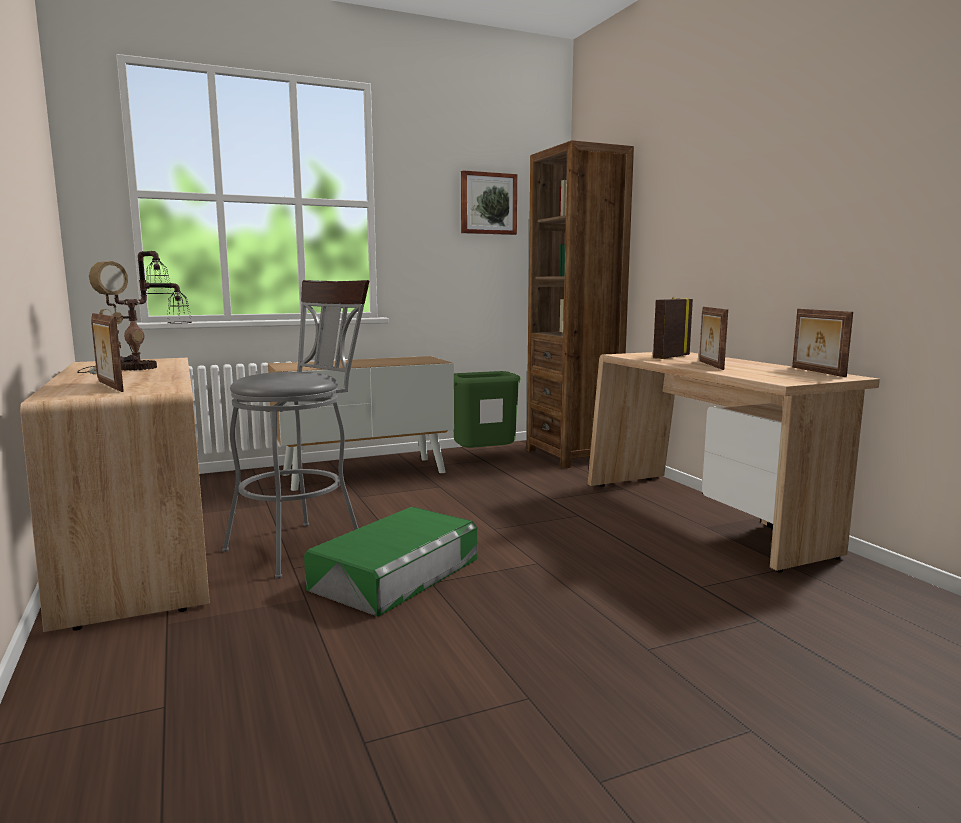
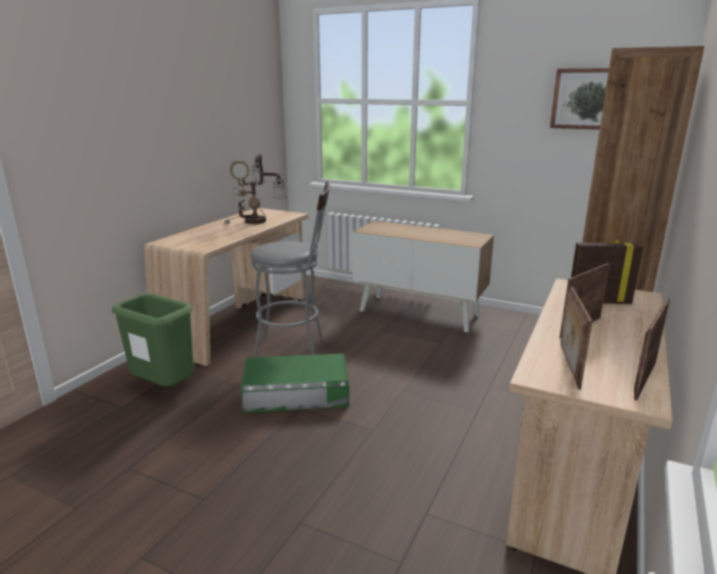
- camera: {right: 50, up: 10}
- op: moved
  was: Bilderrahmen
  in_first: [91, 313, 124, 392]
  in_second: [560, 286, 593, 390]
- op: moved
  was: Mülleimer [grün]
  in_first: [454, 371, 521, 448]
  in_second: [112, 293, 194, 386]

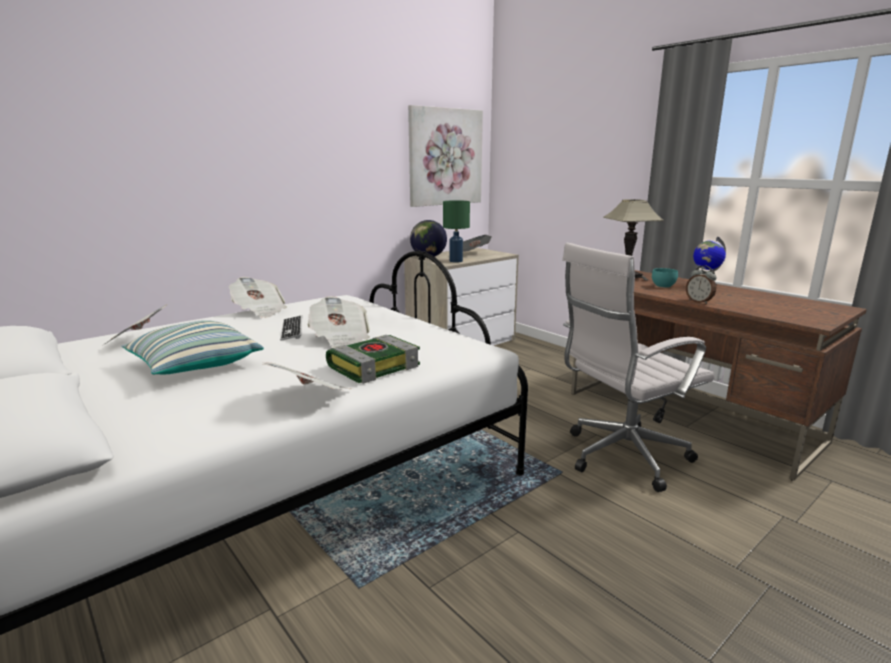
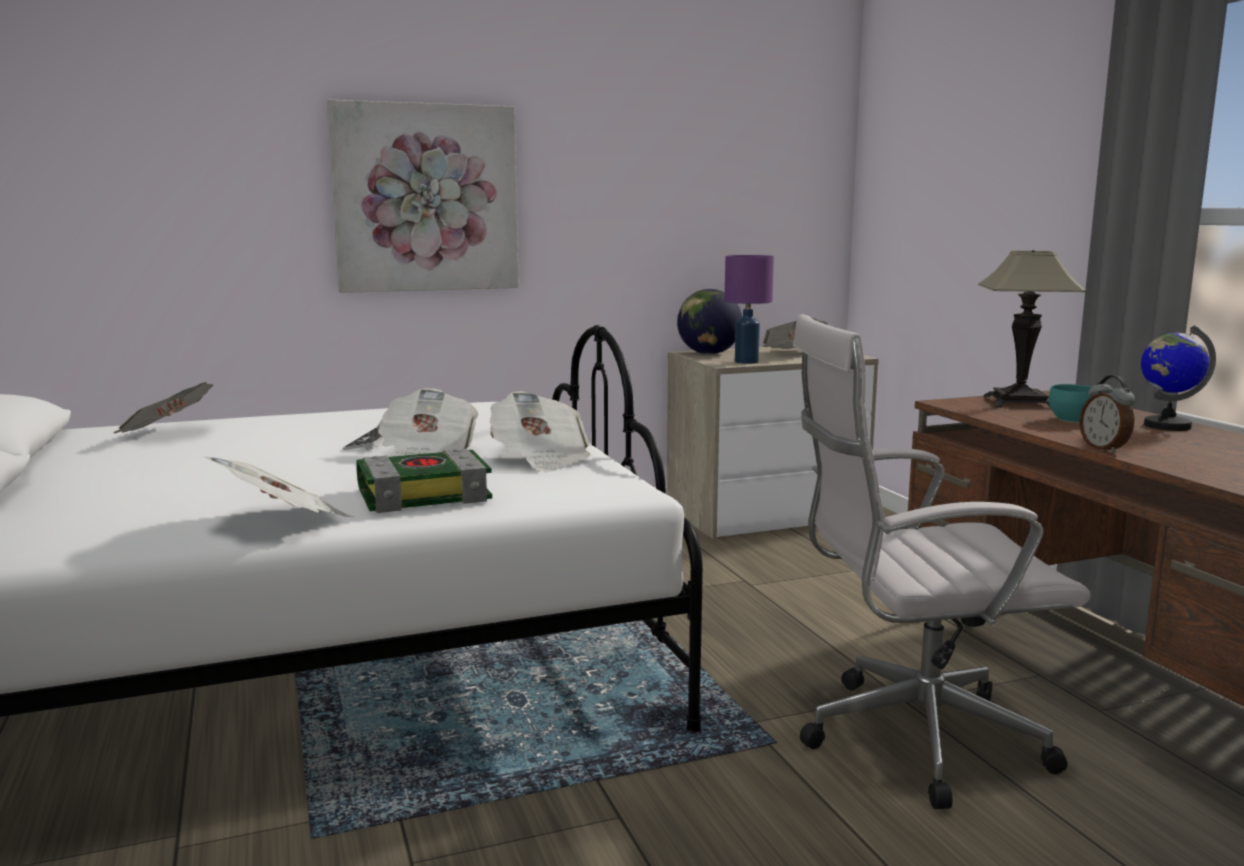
- camera: {right: 20, up: -5}
- op: moved
  was: Bild
  in_first: [408, 105, 483, 207]
  in_second: [327, 100, 519, 293]
- op: recoloured
  was: Tischlampe [grün]
  now: Tischlampe [lila]
  in_first: [443, 200, 470, 263]
  in_second: [724, 255, 774, 364]
- op: moved
  was: Zeitung
  in_first: [229, 277, 287, 318]
  in_second: [490, 391, 590, 472]
- op: removed
  was: Kissen
  in_first: [121, 320, 264, 375]

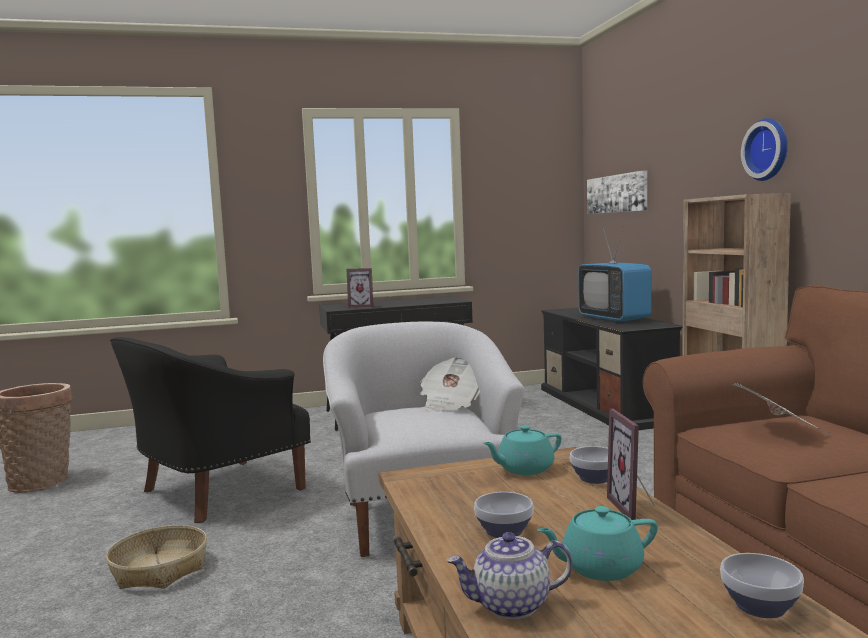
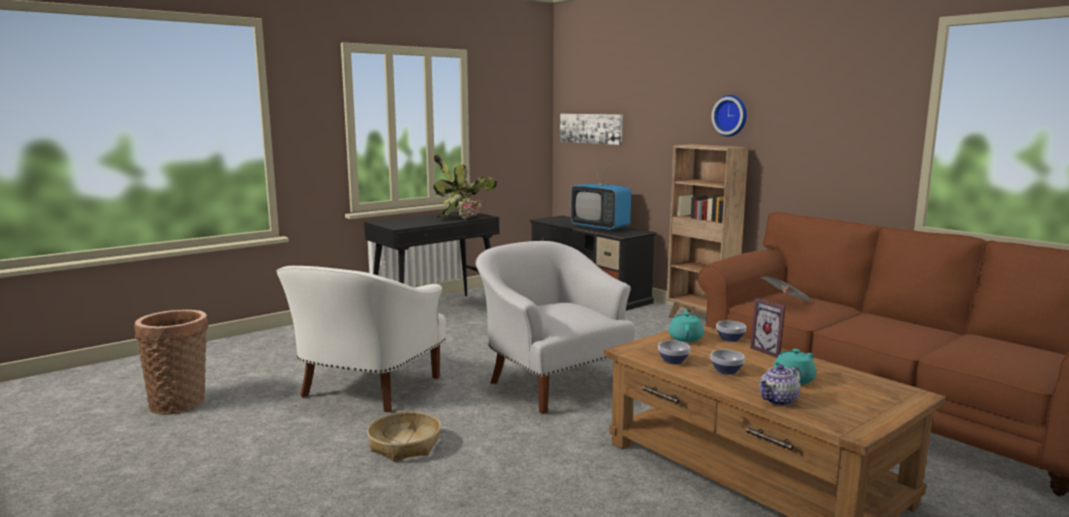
- camera: {right: -25, up: 5}
- op: removed
  was: Bilderrahmen
  in_first: [347, 268, 373, 308]
- op: recoloured
  was: Sessel [schwarz]
  now: Sessel [weiß]
  in_first: [110, 337, 311, 523]
  in_second: [276, 266, 445, 412]
- op: removed
  was: Zeitung
  in_first: [420, 357, 480, 412]
- op: turned
  was: Teekanne [türkis]
  in_first: [483, 425, 562, 475]
  in_second: [669, 310, 704, 342]
  clockwise: 150
- op: moved
  was: Schüssel
  in_first: [720, 553, 804, 618]
  in_second: [658, 340, 690, 364]
- op: added
  now: Topfpflanze
  in_second: [433, 155, 497, 220]

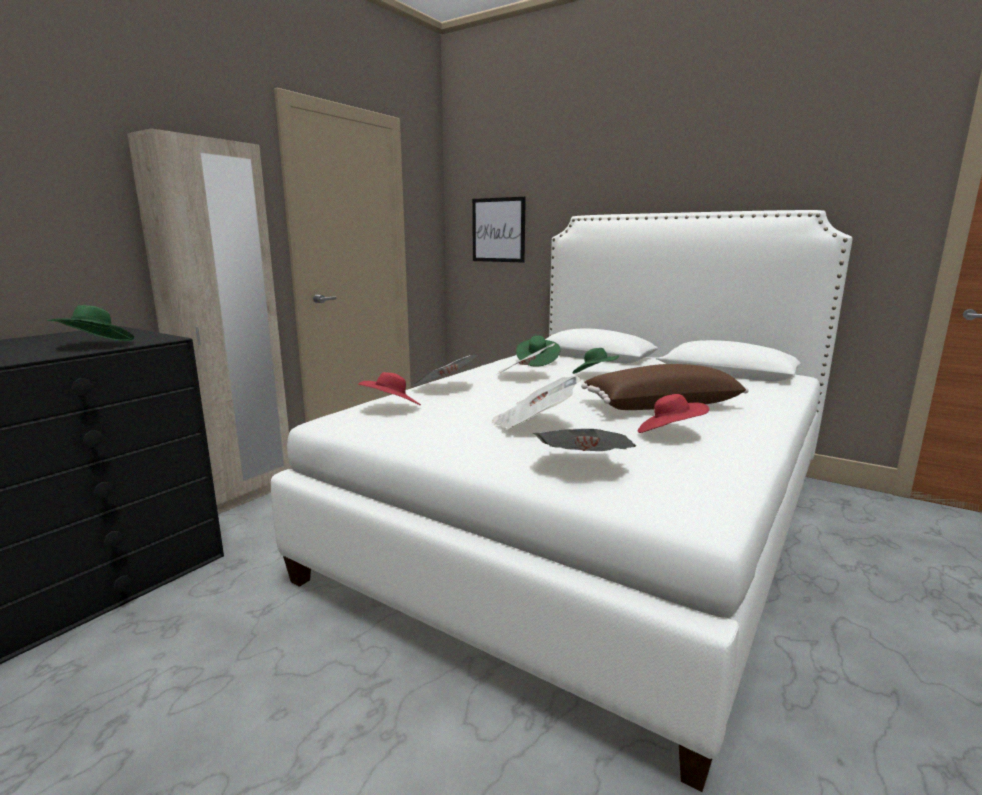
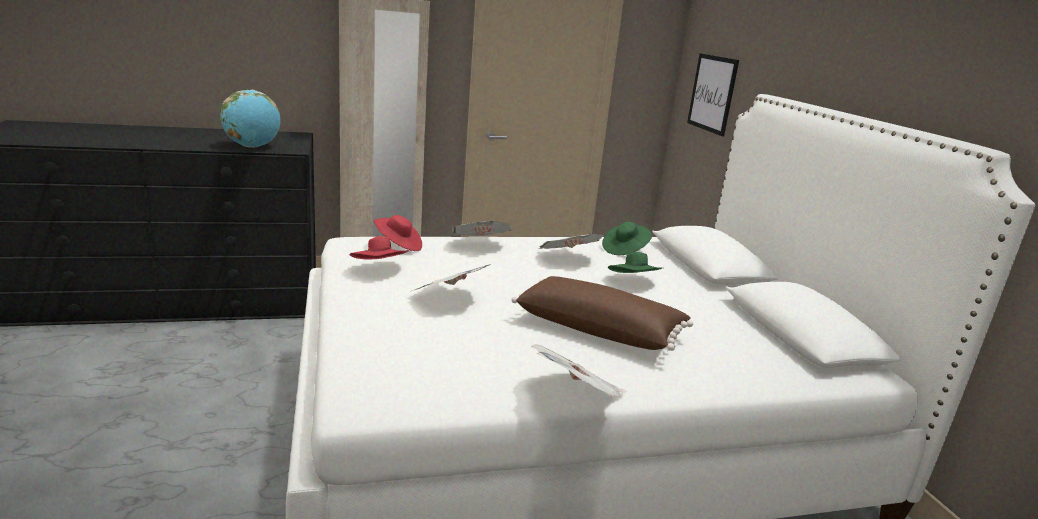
- camera: {right: 40, up: 5}
- op: replaced
  was: Hut [grün]
  now: Globus
  in_first: [47, 305, 134, 341]
  in_second: [220, 90, 280, 148]
- op: moved
  was: Hut [rot]
  in_first: [638, 394, 709, 433]
  in_second: [350, 236, 409, 260]
- op: moved
  was: Zeitung
  in_first: [532, 429, 636, 451]
  in_second: [531, 345, 627, 397]

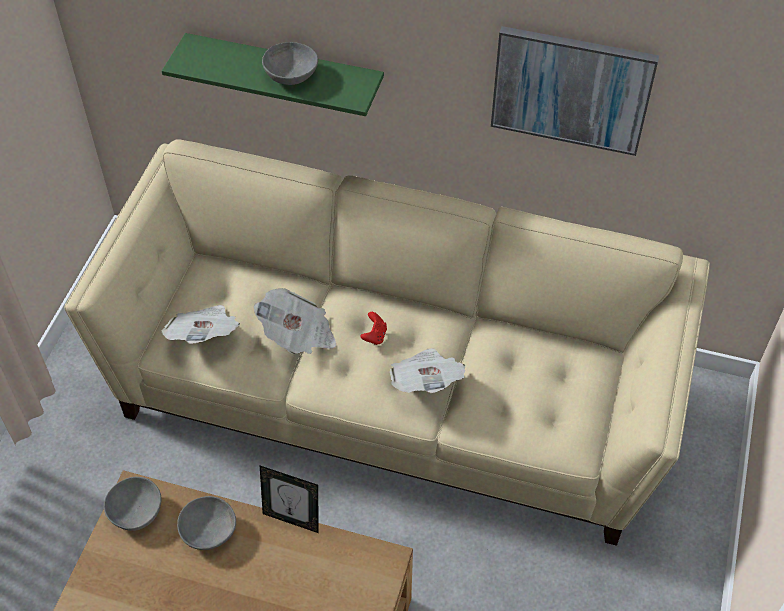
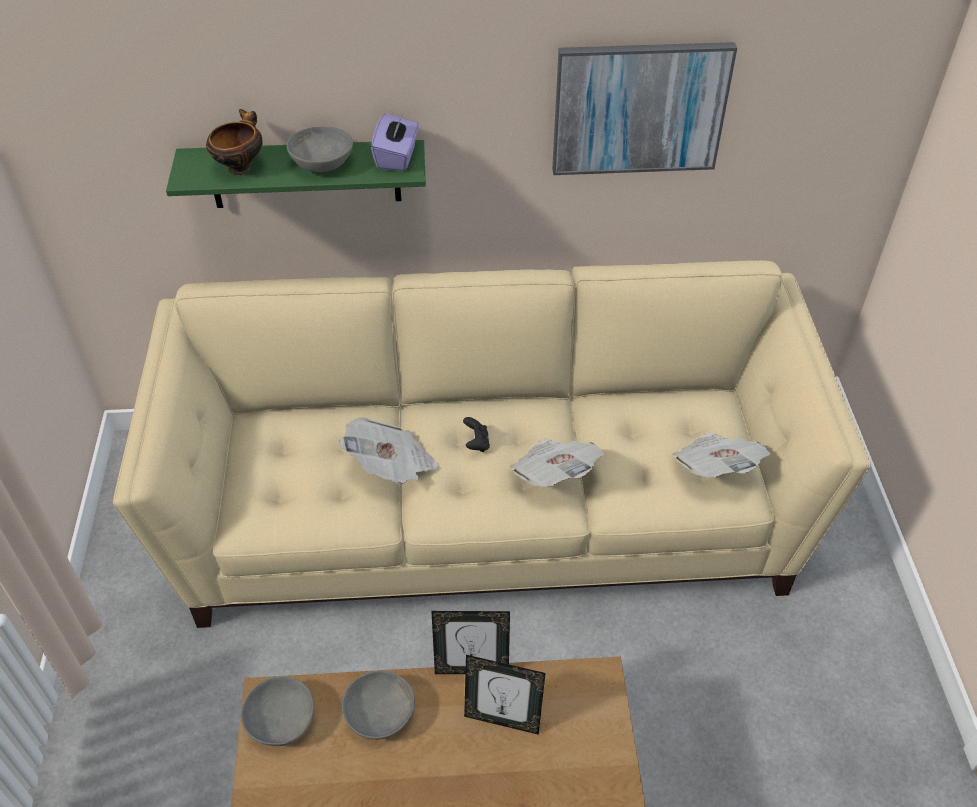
- camera: {right: -20, up: -5}
- op: moved
  was: Zeitung
  in_first: [162, 305, 240, 344]
  in_second: [672, 432, 770, 477]
- op: recoloured
  was: Gamepad [rot]
  now: Gamepad [schwarz]
  in_first: [361, 312, 387, 345]
  in_second: [463, 417, 490, 452]
- op: added
  now: Schüssel
  in_second: [206, 109, 263, 175]
- op: added
  now: Taschentuchbox [lila]
  in_second: [371, 112, 419, 171]
- op: added
  now: Bilderrahmen
  in_second: [464, 655, 545, 735]

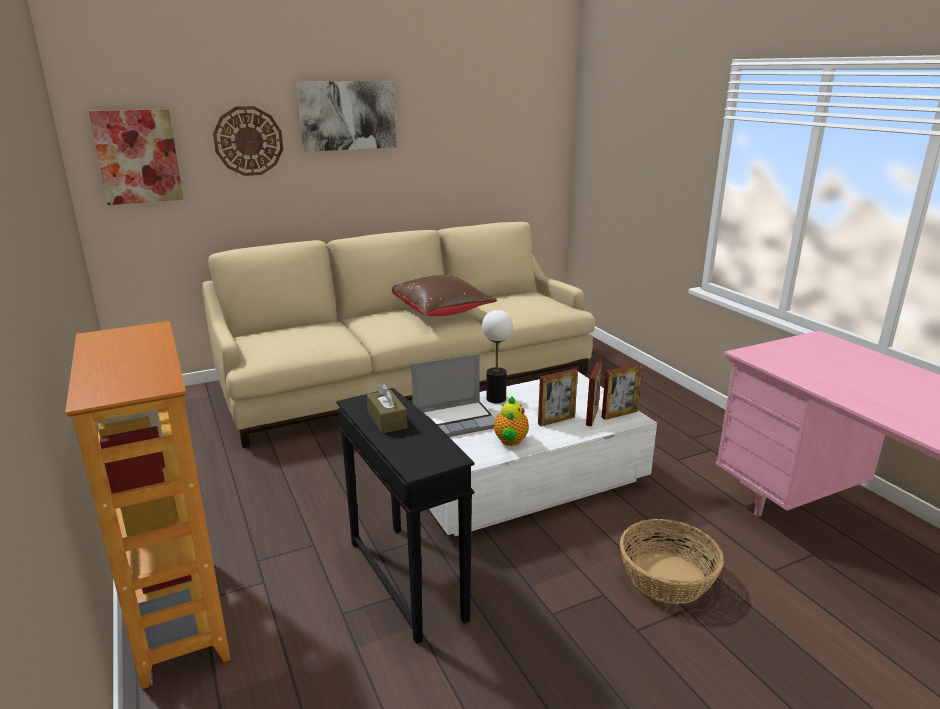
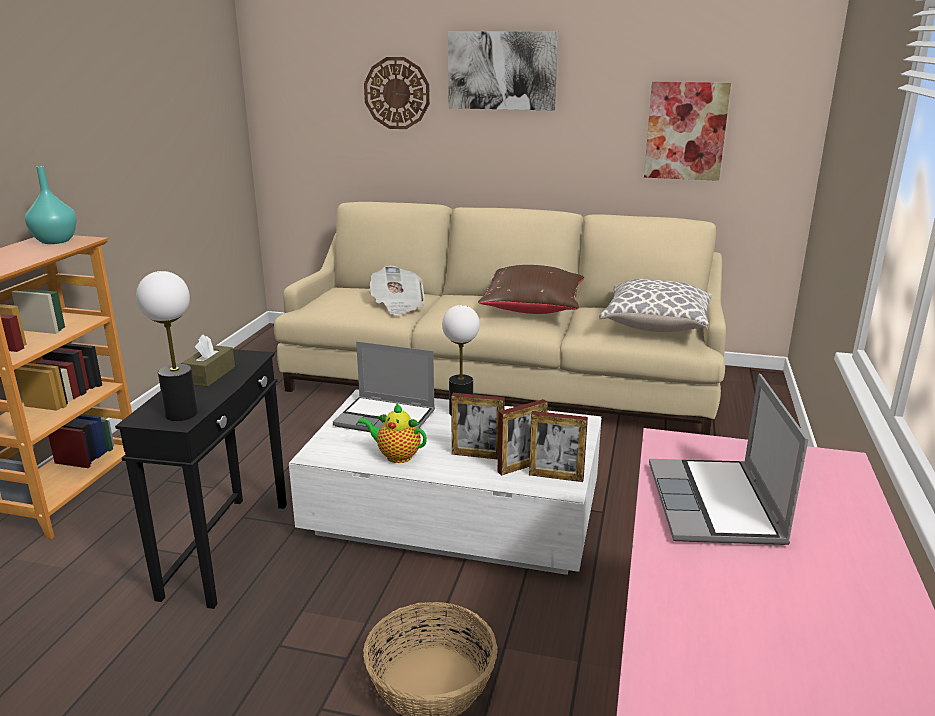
- camera: {right: 40, up: 0}
- op: moved
  was: Bild
  in_first: [89, 109, 184, 205]
  in_second: [644, 82, 731, 181]
- op: turned
  was: Teekanne
  in_first: [494, 396, 529, 446]
  in_second: [358, 403, 427, 463]
  clockwise: 60
- op: added
  now: Vase [türkis]
  in_second: [25, 166, 77, 244]
- op: added
  now: Zeitung
  in_second: [369, 266, 424, 316]
- op: added
  now: Tischlampe
  in_second: [136, 271, 198, 421]
- op: added
  now: Kissen
  in_second: [599, 279, 711, 332]
- op: added
  now: Laptop
  in_second: [649, 374, 809, 545]

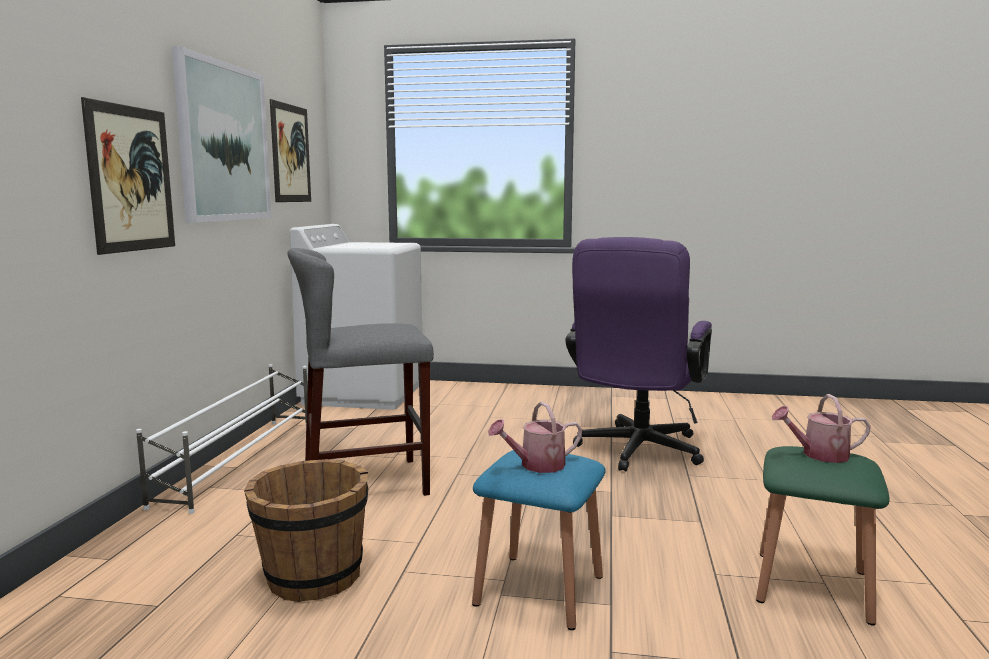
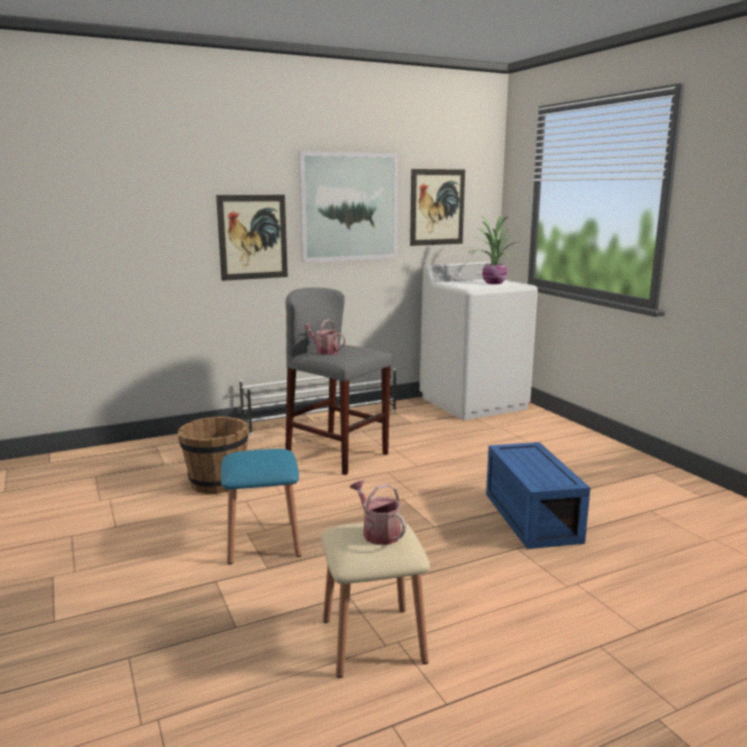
- camera: {right: 55, up: 5}
- op: replaced
  was: Bürostuhl [lila]
  now: Aufbewahrungsbox [blau]
  in_first: [566, 237, 712, 471]
  in_second: [486, 442, 590, 549]
- op: moved
  was: Gießkanne
  in_first: [488, 401, 582, 473]
  in_second: [304, 319, 346, 355]
- op: recoloured
  was: Hocker [grün]
  now: Hocker [beige]
  in_first: [756, 446, 890, 626]
  in_second: [321, 521, 430, 678]
- op: added
  now: Topfpflanze
  in_second: [457, 216, 530, 284]

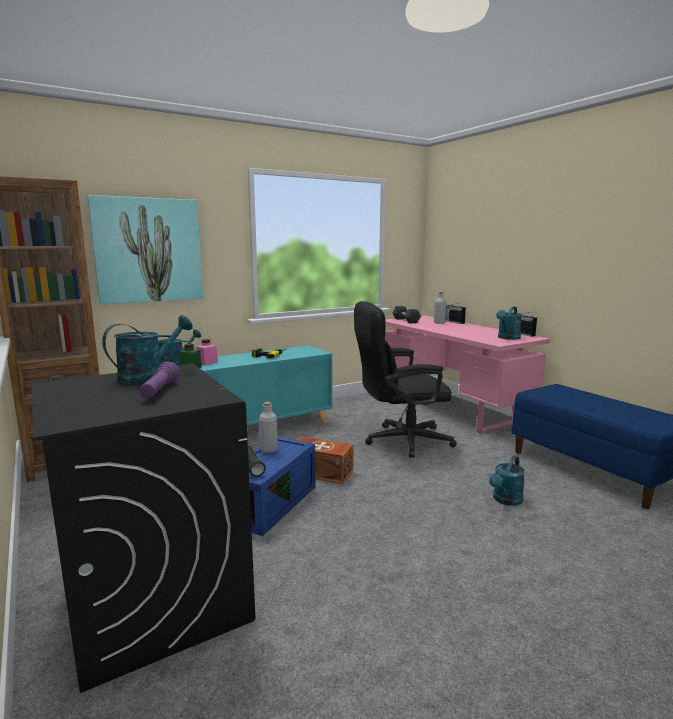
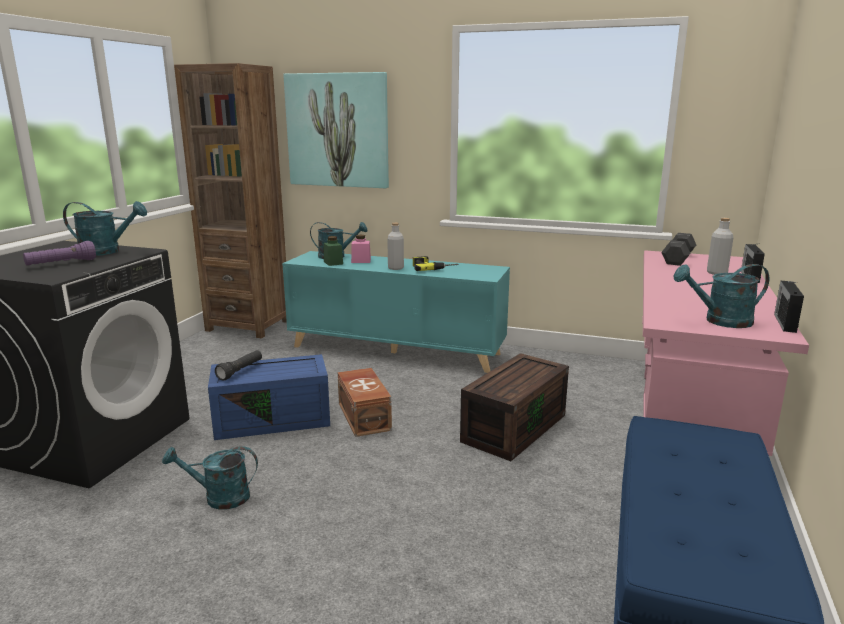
- camera: {right: 50, up: 5}
- op: replaced
  was: Bürostuhl [schwarz]
  now: Aufbewahrungsbox [braun]
  in_first: [354, 301, 457, 458]
  in_second: [460, 353, 569, 461]
- op: moved
  was: Flasche [grau]
  in_first: [259, 402, 278, 453]
  in_second: [387, 223, 404, 270]
- op: moved
  was: Gießkanne [türkis]
  in_first: [489, 456, 525, 506]
  in_second: [162, 446, 258, 510]

